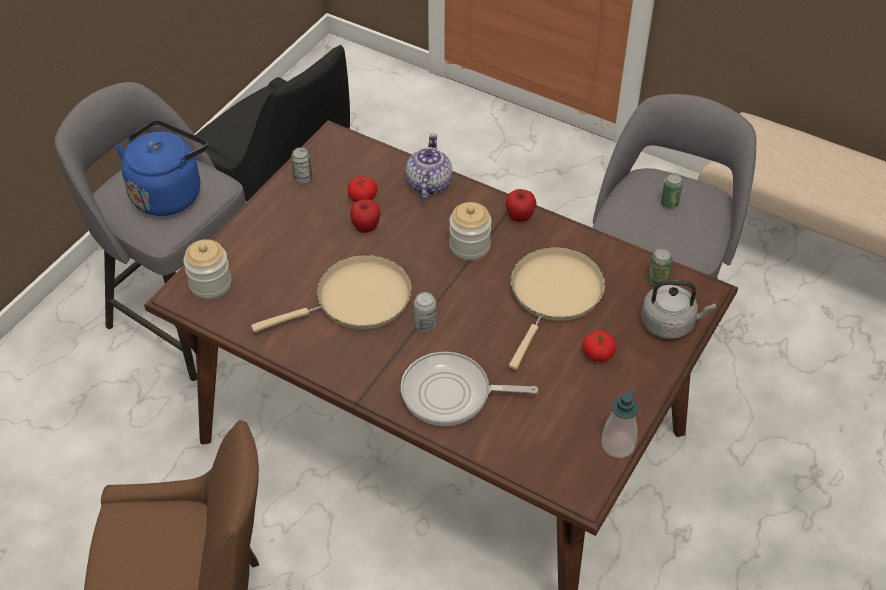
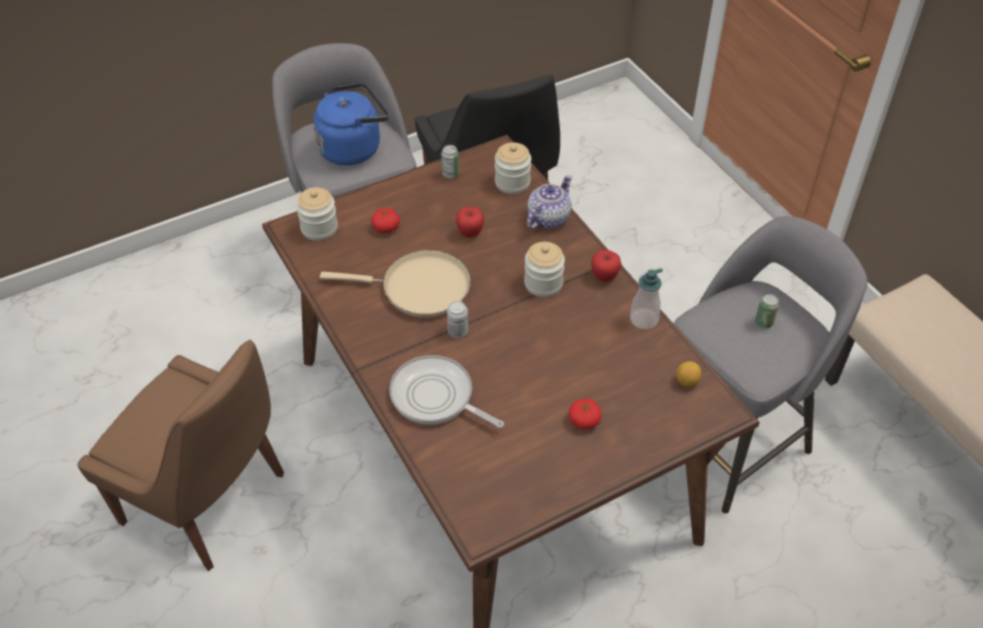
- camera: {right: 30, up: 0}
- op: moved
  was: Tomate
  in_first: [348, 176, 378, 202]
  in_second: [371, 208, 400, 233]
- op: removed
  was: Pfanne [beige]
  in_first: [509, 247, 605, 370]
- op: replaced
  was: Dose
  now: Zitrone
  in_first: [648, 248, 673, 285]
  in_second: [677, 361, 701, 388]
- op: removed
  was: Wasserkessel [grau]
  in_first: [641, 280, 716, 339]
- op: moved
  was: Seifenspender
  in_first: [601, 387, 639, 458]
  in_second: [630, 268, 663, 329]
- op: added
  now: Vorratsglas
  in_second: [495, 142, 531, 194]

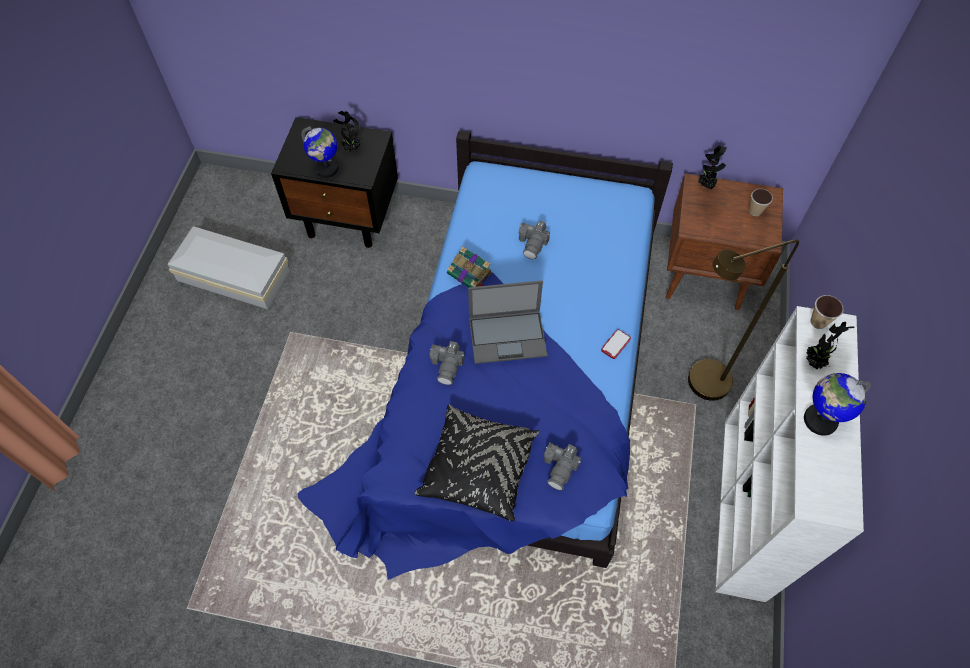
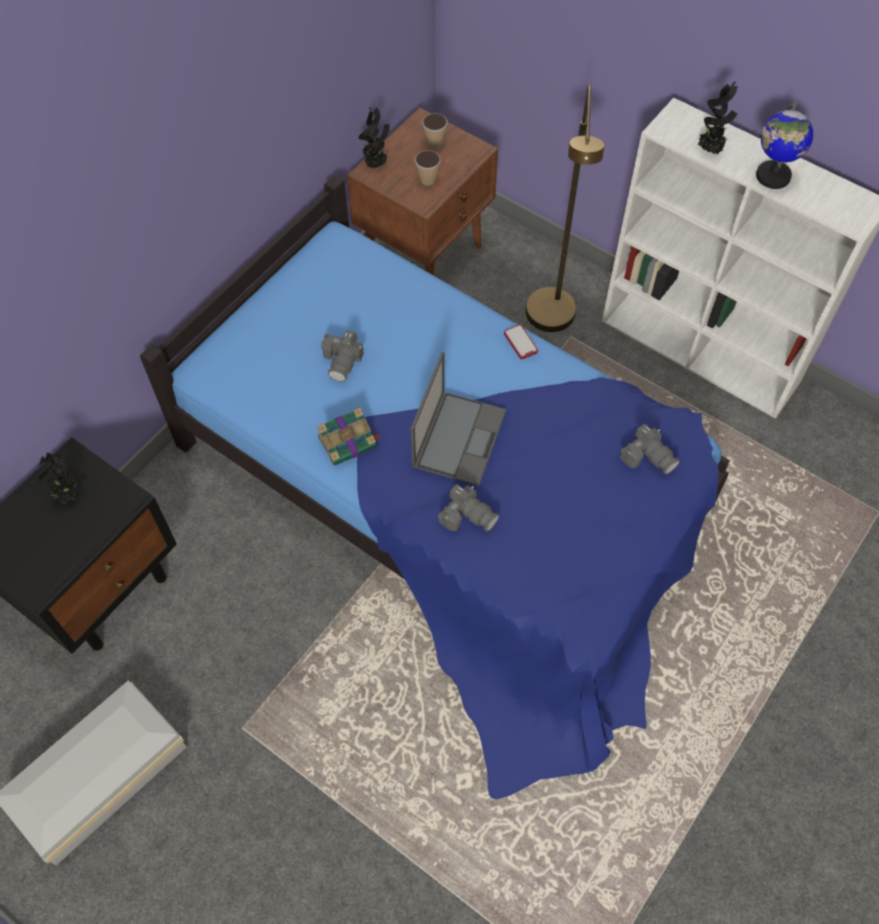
- camera: {right: -65, up: 0}
- op: removed
  was: Globus
  in_first: [302, 127, 338, 178]
- op: turned
  was: Kamera
  in_first: [519, 220, 550, 260]
  in_second: [321, 330, 364, 382]
  clockwise: 60
- op: moved
  was: Tasse
  in_first: [810, 295, 844, 329]
  in_second: [415, 150, 441, 185]
- op: removed
  was: Kissen [schwarz]
  in_first: [414, 405, 539, 521]

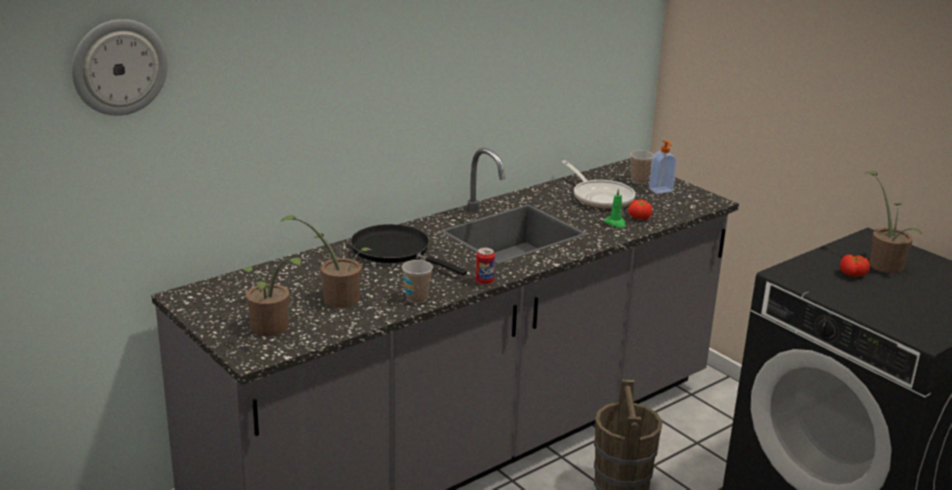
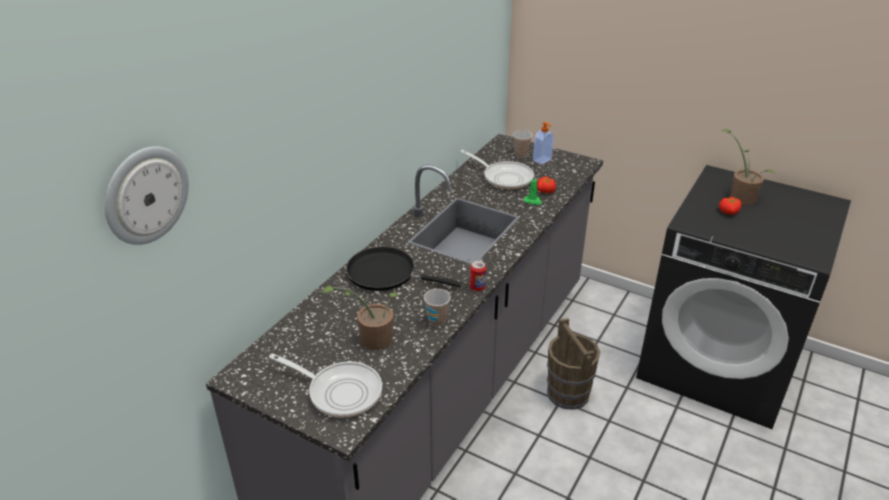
- camera: {right: -20, up: 10}
- op: replaced
  was: Topfpflanze
  now: Pfanne
  in_first: [243, 257, 301, 336]
  in_second: [269, 353, 382, 418]

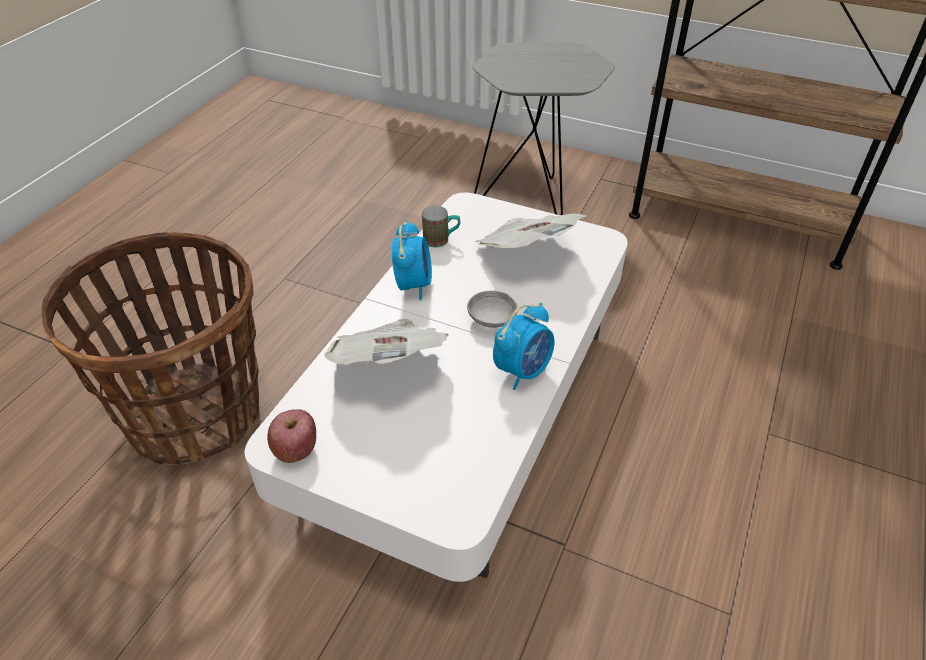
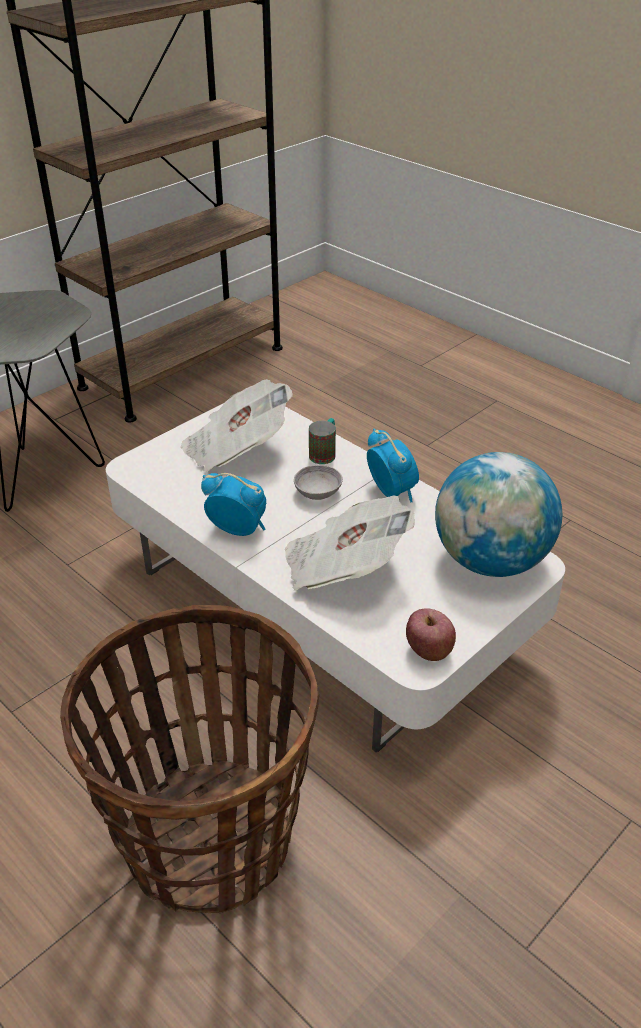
- camera: {right: -70, up: -5}
- op: moved
  was: Henkelbecher
  in_first: [422, 206, 460, 248]
  in_second: [309, 418, 336, 464]
- op: added
  now: Globus
  in_second: [435, 452, 562, 577]

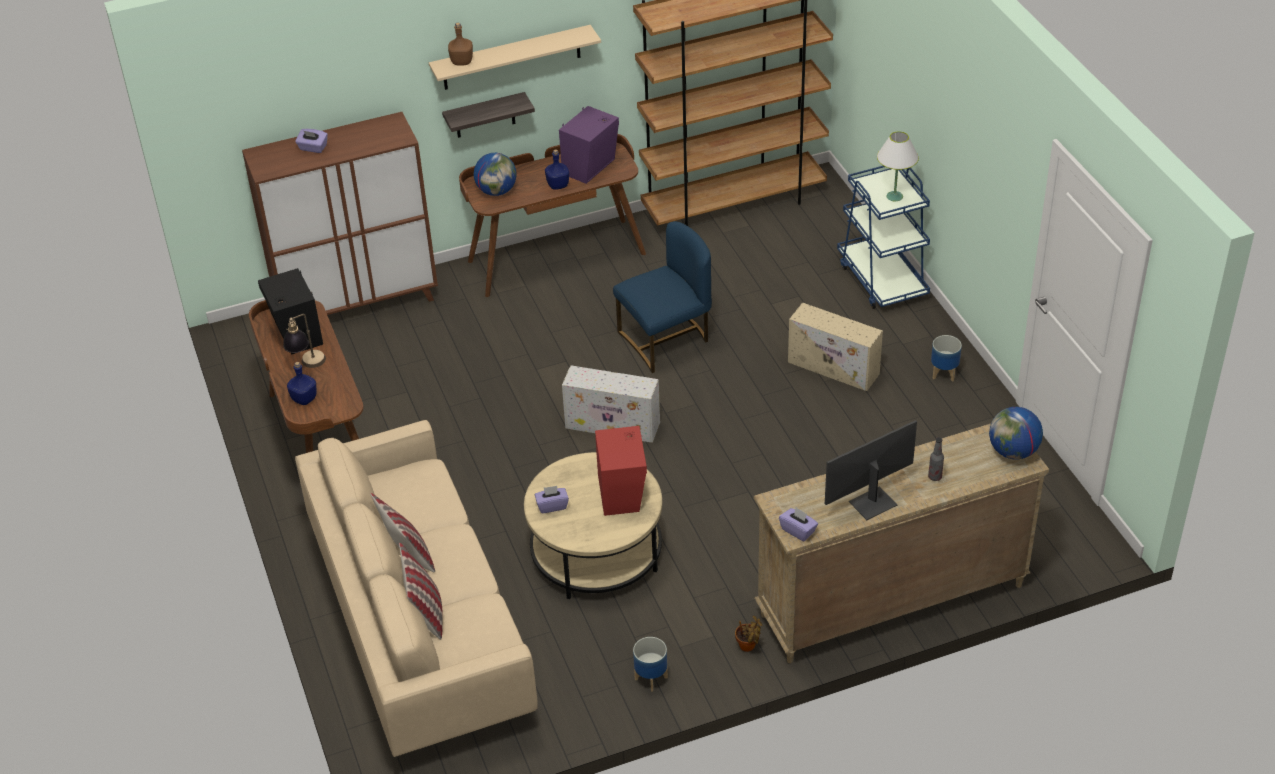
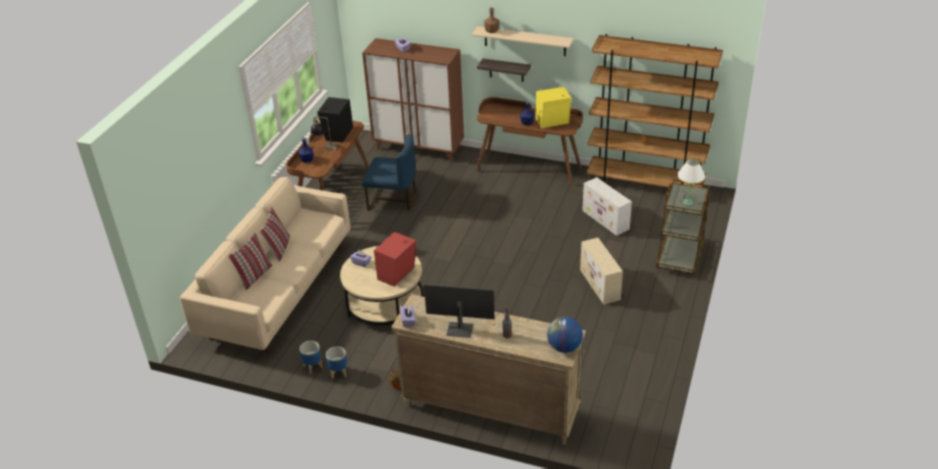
- camera: {right: 40, up: -5}
- op: recoloured
  was: Lautsprecher [lila]
  now: Lautsprecher [gelb]
  in_first: [559, 106, 619, 184]
  in_second: [536, 86, 572, 128]
- op: removed
  was: Globus
  in_first: [474, 153, 517, 196]
- op: recoloured
  was: Rollwagen [blau]
  now: Rollwagen [braun]
  in_first: [837, 166, 930, 309]
  in_second: [656, 180, 709, 275]
- op: moved
  was: Stuhl [blau]
  in_first: [613, 221, 712, 373]
  in_second: [362, 134, 416, 211]
- op: moved
  was: Pflanzkübel
  in_first: [931, 335, 962, 382]
  in_second: [299, 341, 322, 374]
- op: moved
  was: Aufbewahrungsbox [weiß]
  in_first: [562, 365, 660, 443]
  in_second: [582, 177, 632, 236]

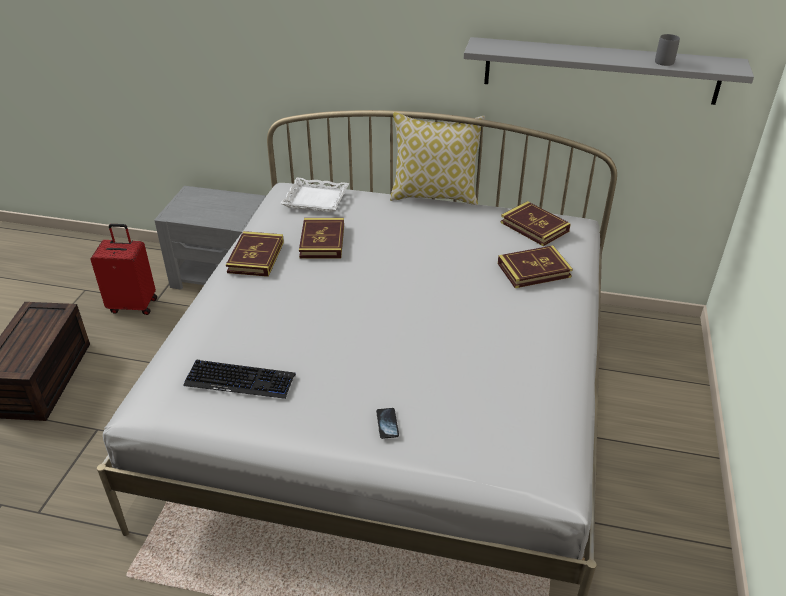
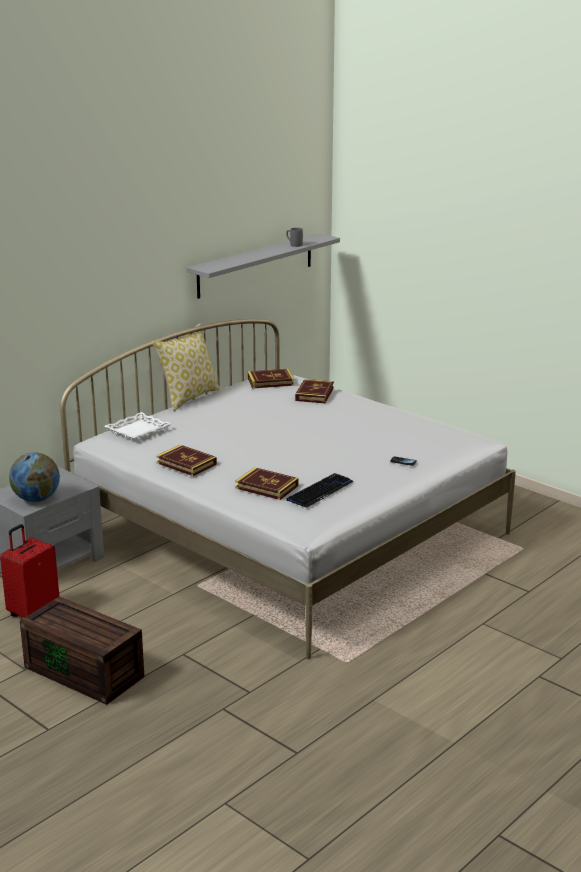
- camera: {right: -60, up: -15}
- op: moved
  was: Buch
  in_first: [299, 218, 344, 258]
  in_second: [235, 467, 298, 500]
- op: added
  now: Globus
  in_second: [9, 452, 60, 502]

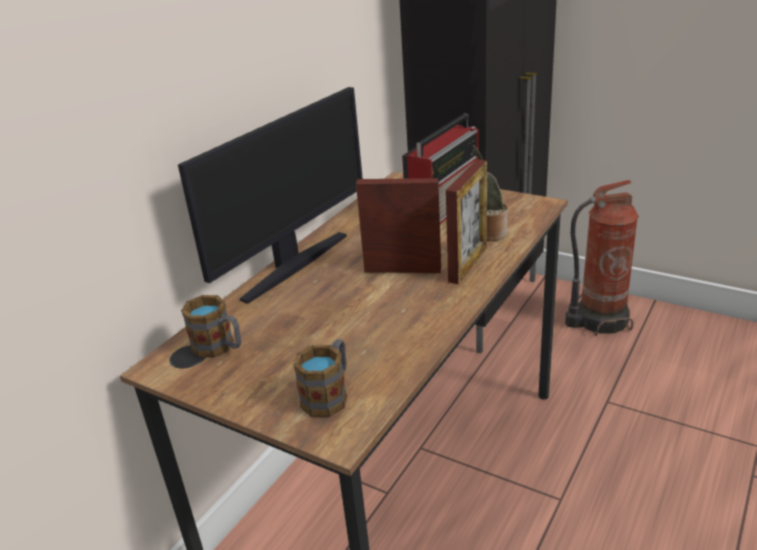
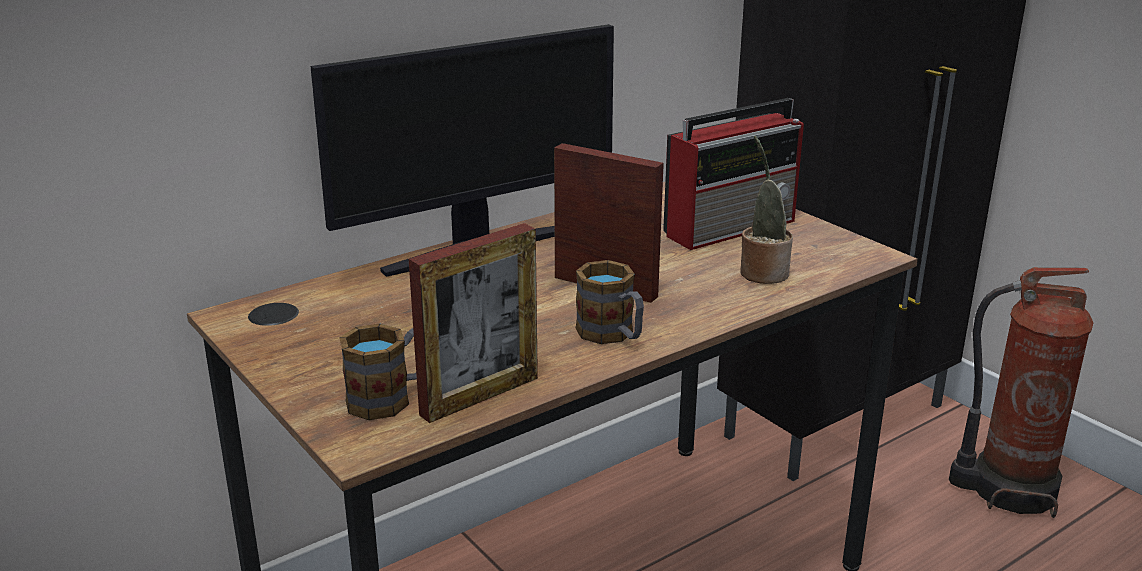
- camera: {right: 20, up: -5}
- op: moved
  was: Bilderrahmen
  in_first: [446, 159, 487, 284]
  in_second: [409, 223, 538, 423]
- op: moved
  was: Henkelbecher
  in_first: [181, 295, 241, 358]
  in_second: [576, 260, 644, 344]

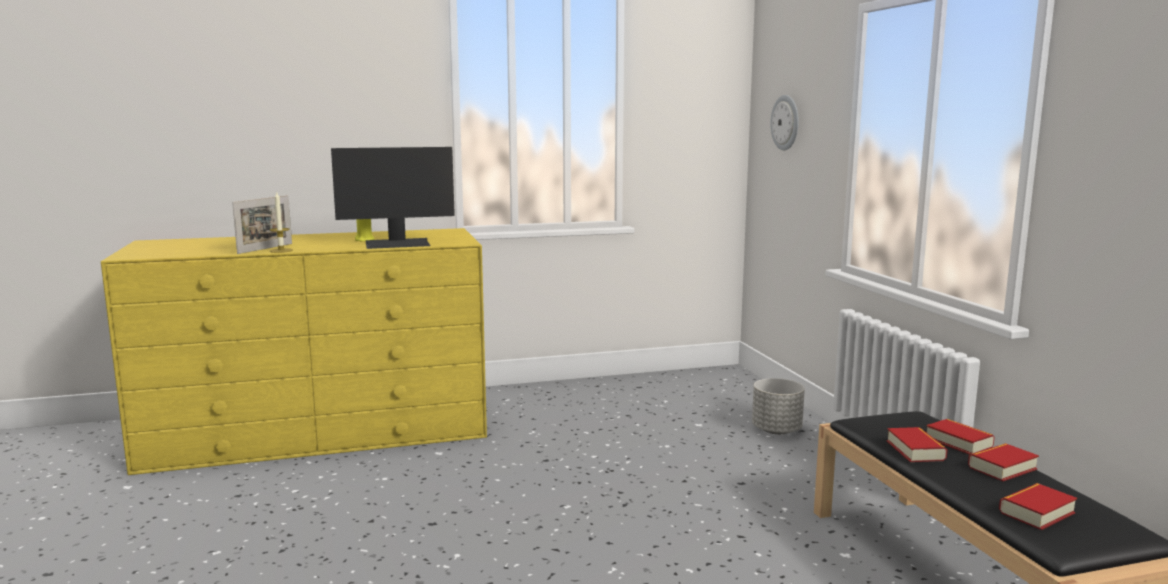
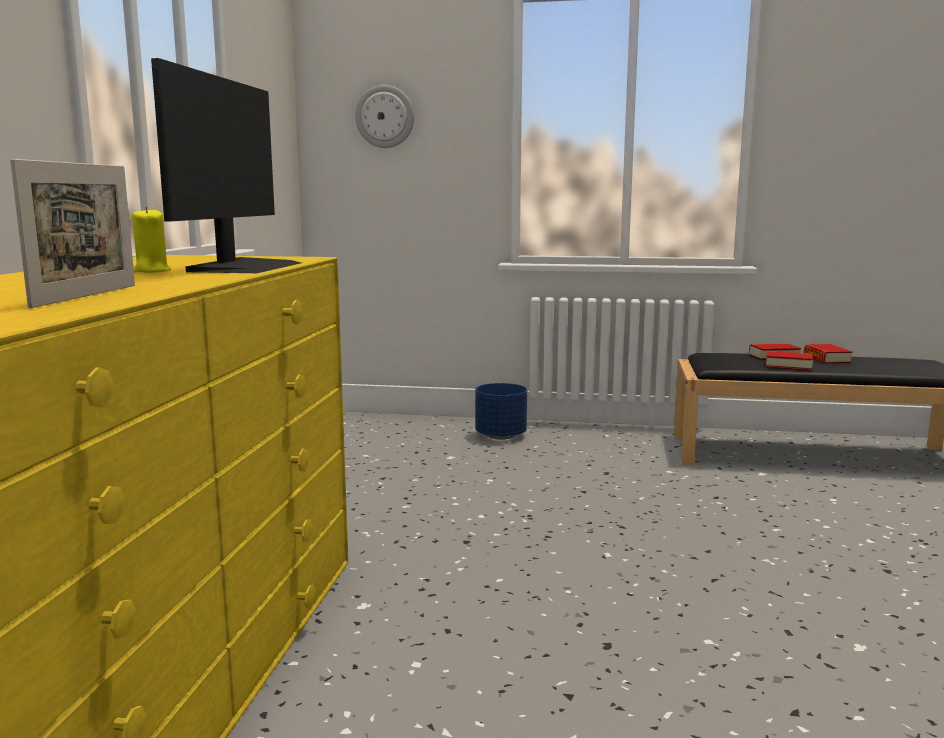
- camera: {right: -65, up: 0}
- op: removed
  was: Kerze
  in_first: [270, 192, 293, 253]
- op: turned
  was: Bilderrahmen
  in_first: [232, 195, 292, 254]
  in_second: [10, 159, 135, 308]
  clockwise: 45
- op: recoloured
  was: Pflanzkübel [grau]
  now: Pflanzkübel [blau]
  in_first: [752, 378, 805, 435]
  in_second: [475, 383, 527, 440]
- op: removed
  was: Buch
  in_first: [999, 483, 1077, 530]

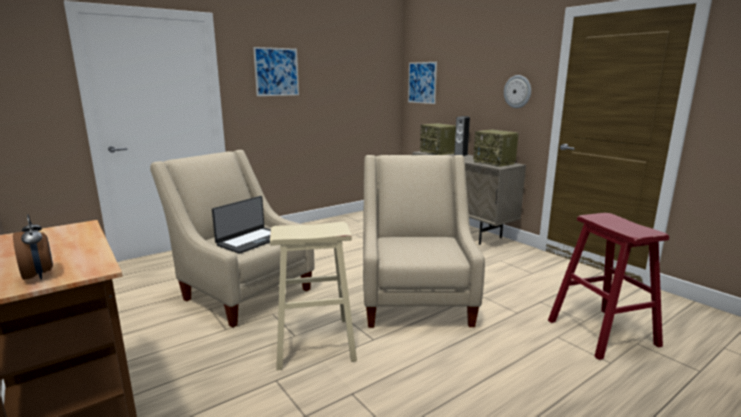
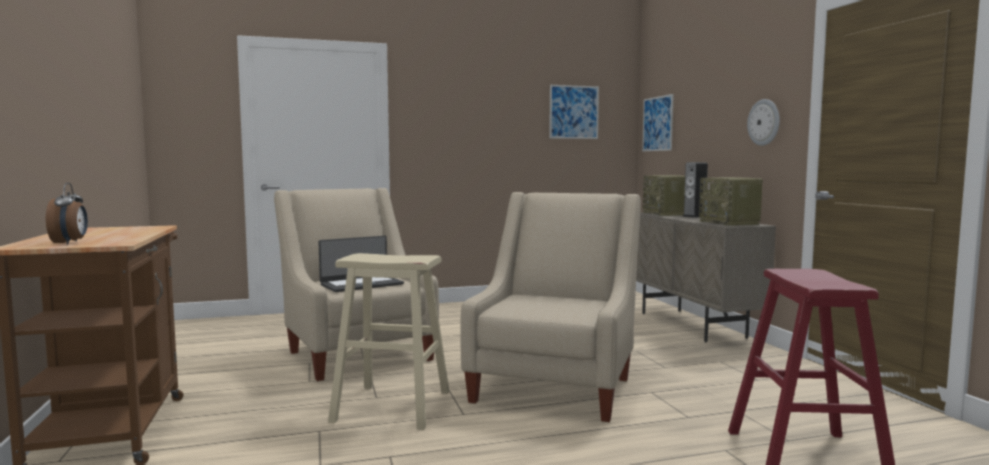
- camera: {right: 20, up: -10}
- op: moved
  was: Bild
  in_first: [253, 47, 299, 96]
  in_second: [549, 85, 599, 139]

